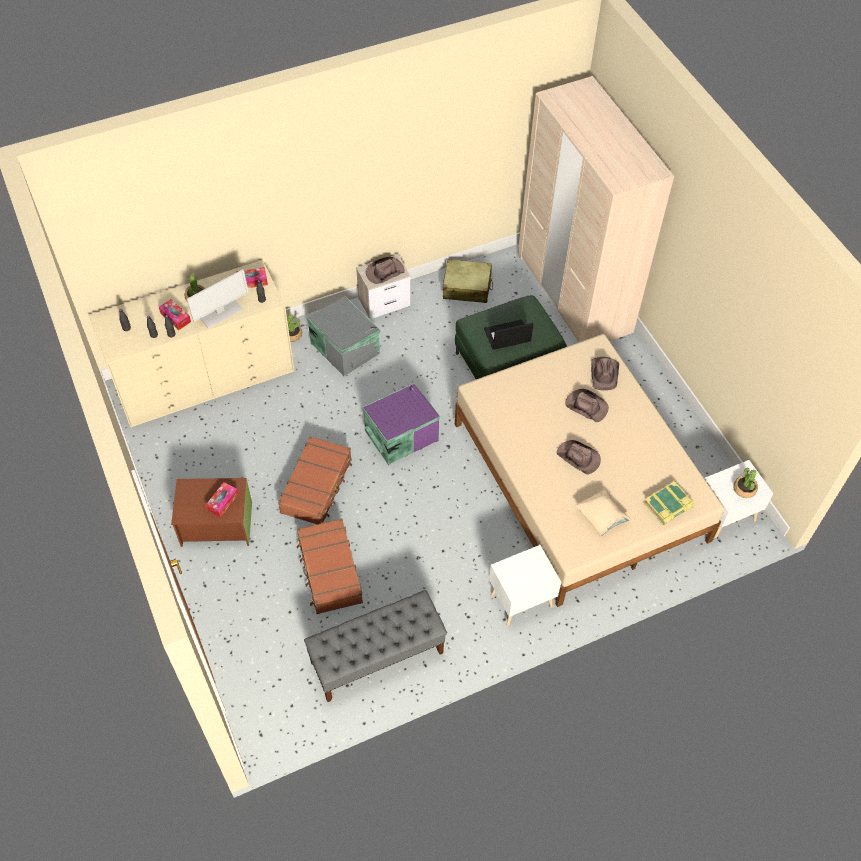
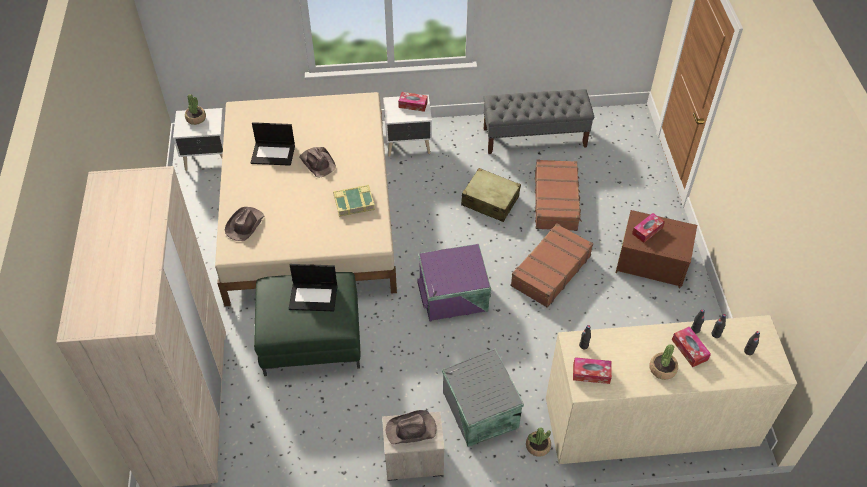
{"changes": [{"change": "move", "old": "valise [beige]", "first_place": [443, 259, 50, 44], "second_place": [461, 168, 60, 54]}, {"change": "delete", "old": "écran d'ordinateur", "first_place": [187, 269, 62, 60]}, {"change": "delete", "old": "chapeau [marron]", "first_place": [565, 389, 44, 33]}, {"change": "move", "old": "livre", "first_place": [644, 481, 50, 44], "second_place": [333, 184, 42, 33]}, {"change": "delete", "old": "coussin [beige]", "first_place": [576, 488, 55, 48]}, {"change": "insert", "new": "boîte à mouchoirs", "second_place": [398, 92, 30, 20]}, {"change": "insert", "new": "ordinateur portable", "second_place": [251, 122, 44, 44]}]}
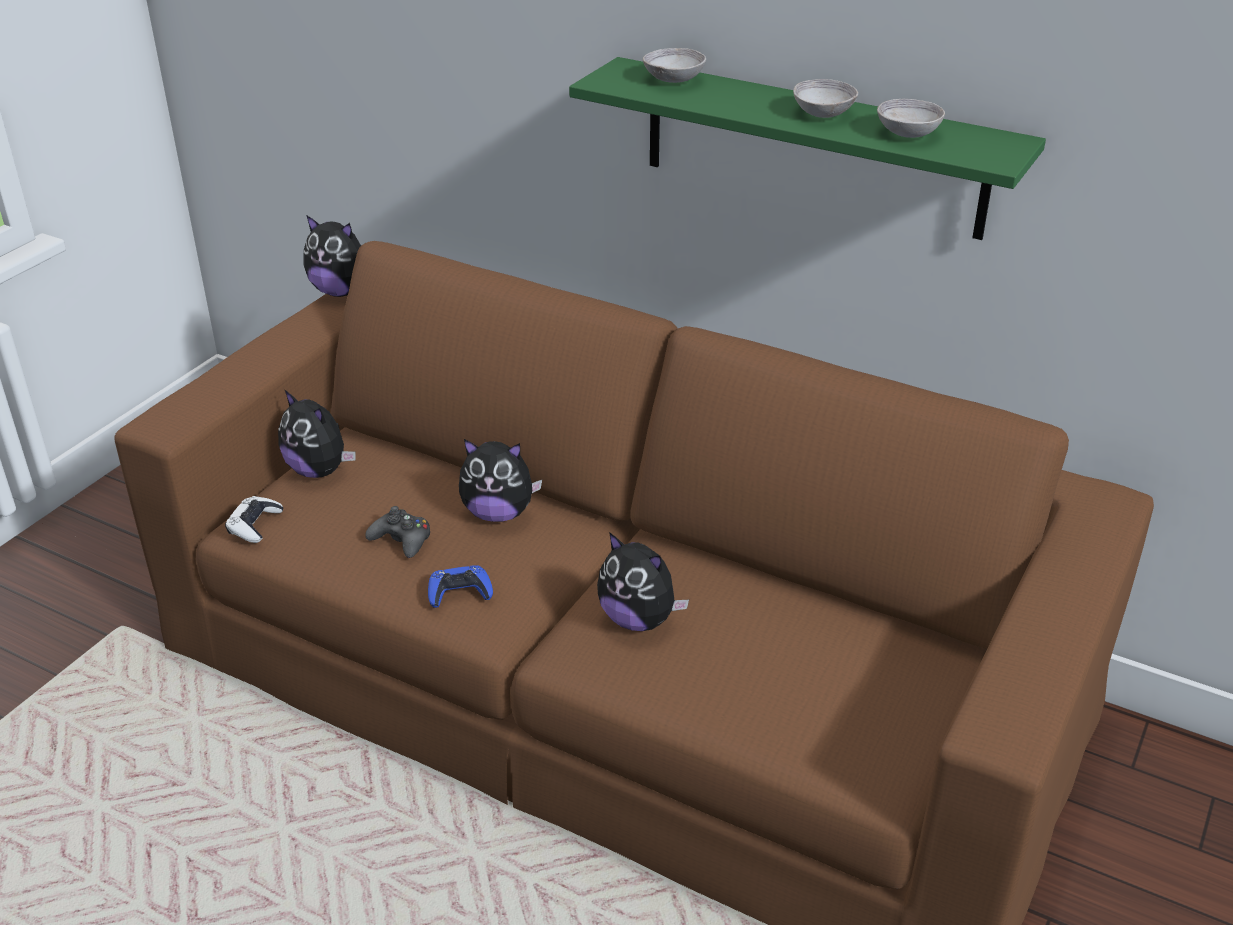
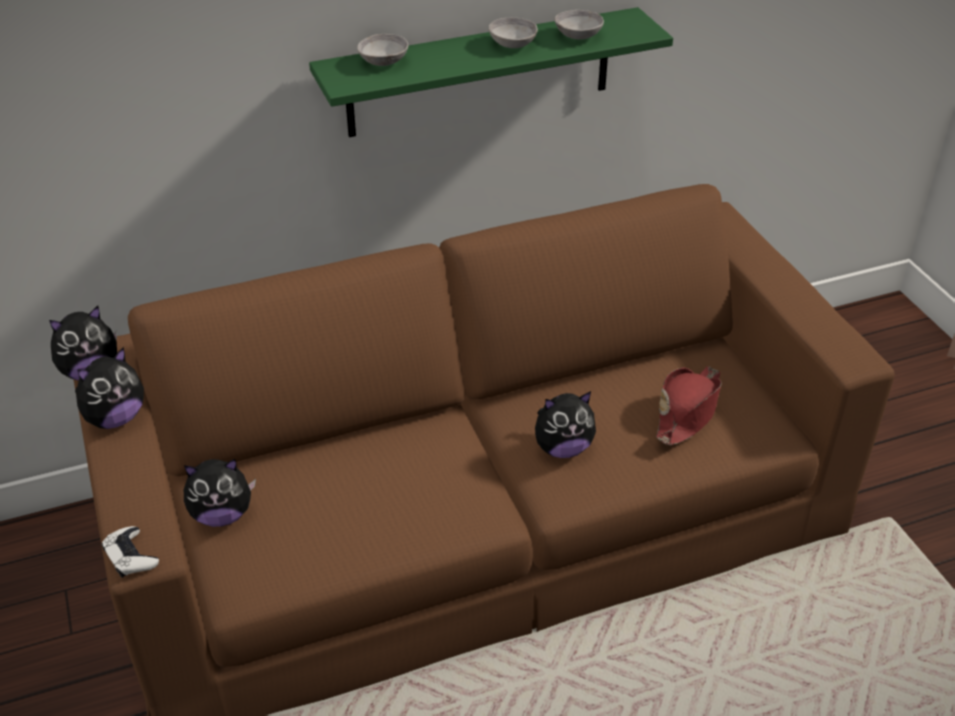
{"changes": [{"change": "move", "old": "peluche", "first_place": [459, 439, 83, 83], "second_place": [75, 347, 69, 82]}, {"change": "move", "old": "manette [blanc]", "first_place": [225, 496, 58, 47], "second_place": [102, 526, 57, 52]}, {"change": "delete", "old": "manette [noir]", "first_place": [365, 506, 65, 52]}, {"change": "delete", "old": "manette [bleu]", "first_place": [428, 565, 65, 43]}, {"change": "insert", "new": "chapeau [rouge]", "second_place": [656, 366, 66, 79]}]}
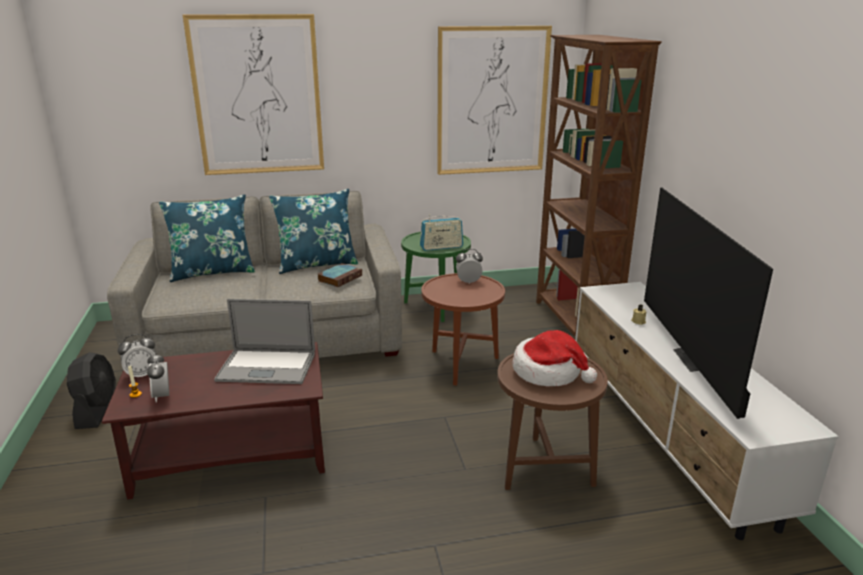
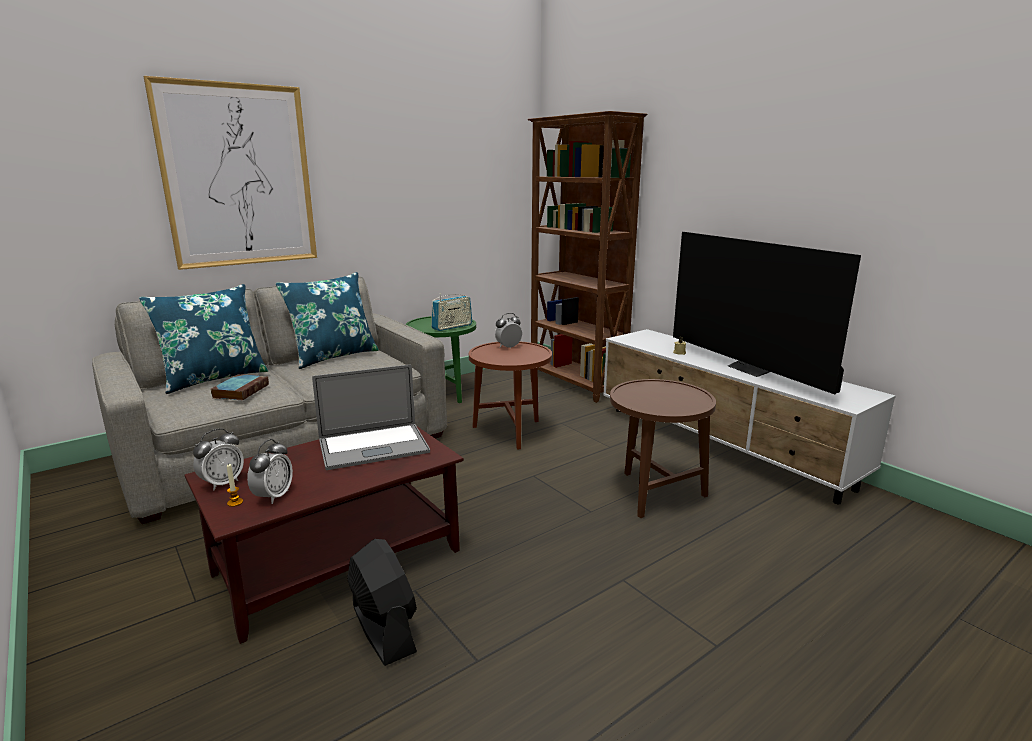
{"changes": [{"change": "delete", "old": "tableau", "first_place": [437, 26, 115, 149]}, {"change": "move", "old": "livre", "first_place": [318, 263, 44, 24], "second_place": [211, 374, 58, 26]}, {"change": "delete", "old": "chapeau", "first_place": [512, 330, 85, 57]}, {"change": "move", "old": "ventilateur [noir]", "first_place": [67, 352, 49, 77], "second_place": [347, 539, 70, 127]}, {"change": "rotate", "old": "réveil", "first_place": [147, 352, 22, 51], "second_place": [247, 439, 46, 65], "degrees": -120}]}
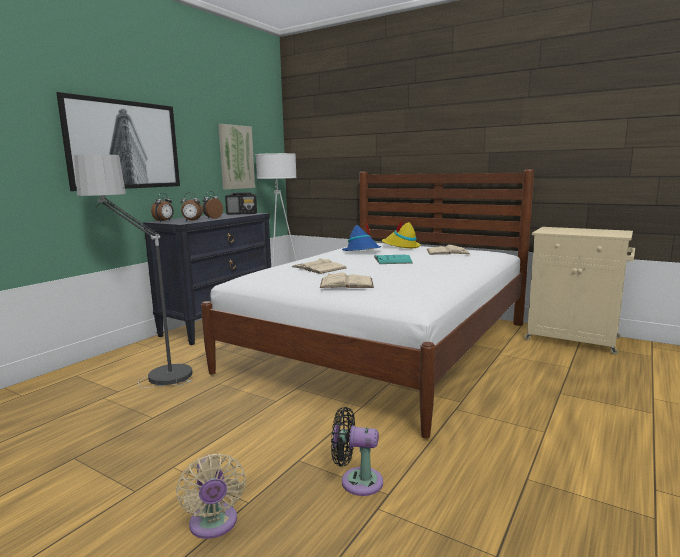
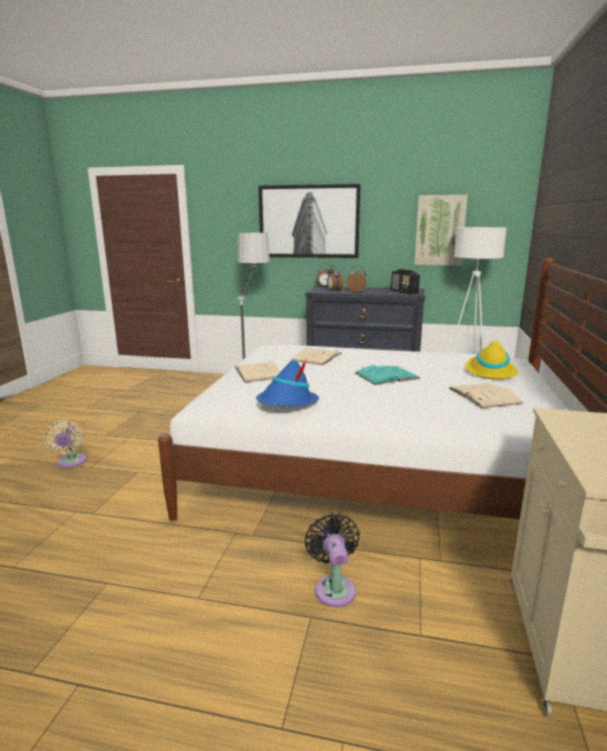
{"changes": [{"change": "move", "old": "chapeau [bleu]", "first_place": [342, 222, 39, 29], "second_place": [256, 358, 63, 49]}, {"change": "move", "old": "ventilateur [noir]", "first_place": [331, 407, 52, 89], "second_place": [305, 514, 55, 93]}, {"change": "rotate", "old": "ventilateur [beige]", "first_place": [176, 453, 70, 86], "second_place": [43, 420, 44, 48], "degrees": -60}]}
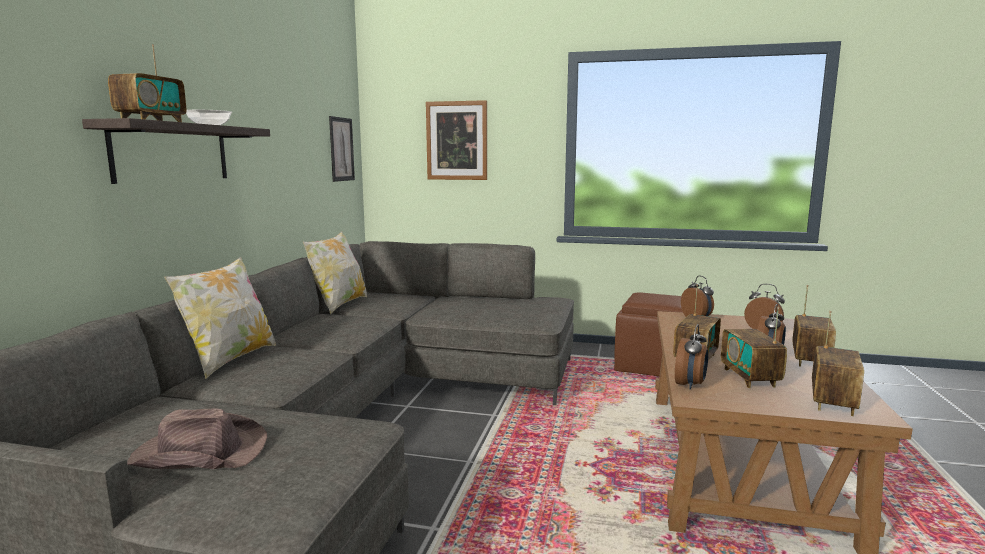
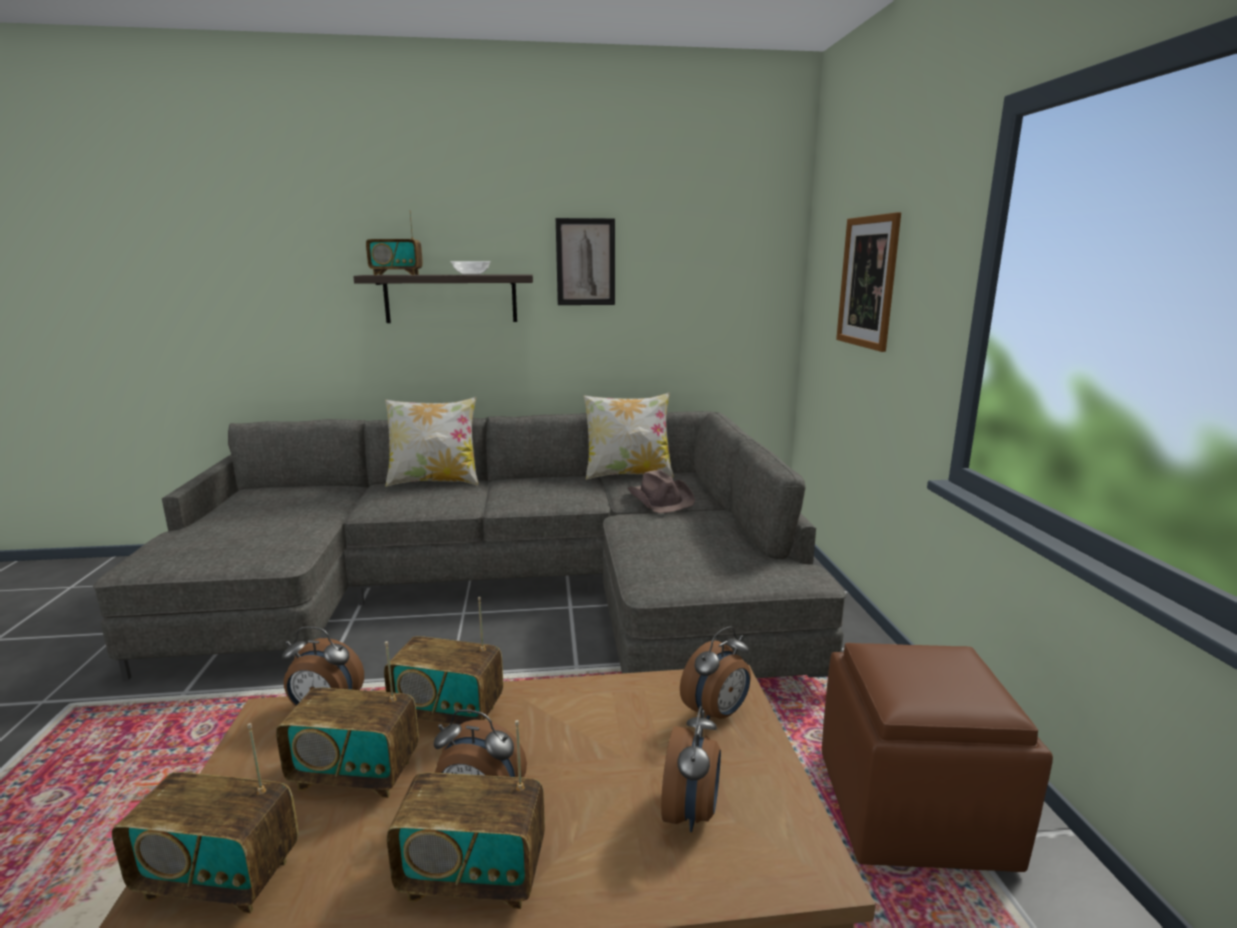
{"changes": [{"change": "move", "old": "tableau", "first_place": [329, 116, 26, 66], "second_place": [556, 218, 59, 87]}, {"change": "rotate", "old": "radio", "first_place": [721, 307, 66, 81], "second_place": [276, 641, 143, 157], "degrees": -150}, {"change": "move", "old": "chapeau [marron]", "first_place": [127, 408, 140, 61], "second_place": [627, 470, 68, 43]}]}
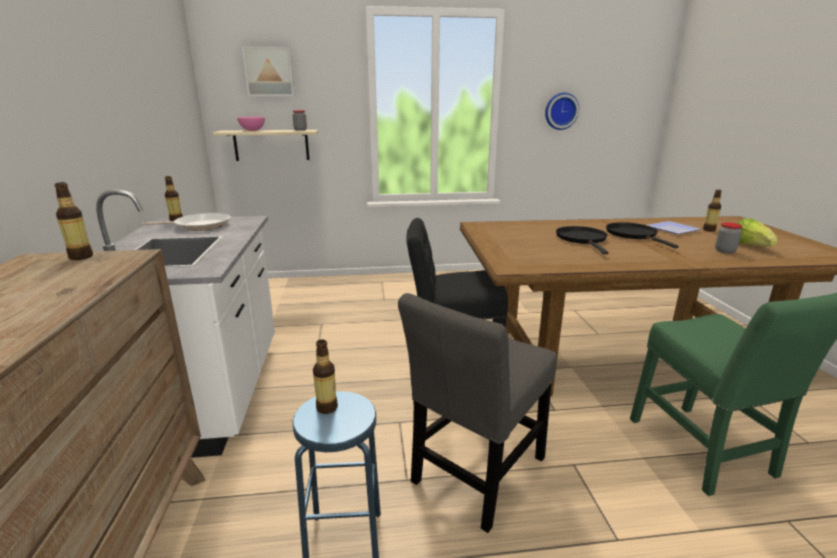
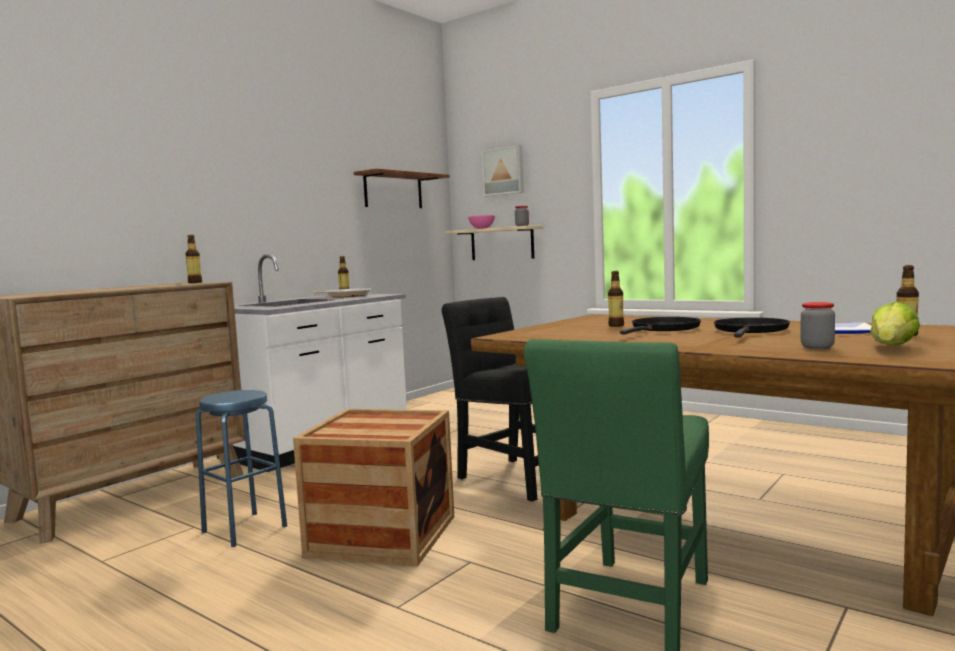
{"changes": [{"change": "delete", "old": "horloge murale", "first_place": [545, 93, 34, 37]}, {"change": "replace", "old": "chaise [gris]", "new": "caisse", "first_place": [398, 293, 159, 240], "second_place": [293, 409, 161, 157]}, {"change": "move", "old": "bouteille", "first_place": [313, 339, 25, 75], "second_place": [608, 271, 16, 56]}, {"change": "insert", "new": "étagère [marron]", "second_place": [354, 168, 96, 40]}]}
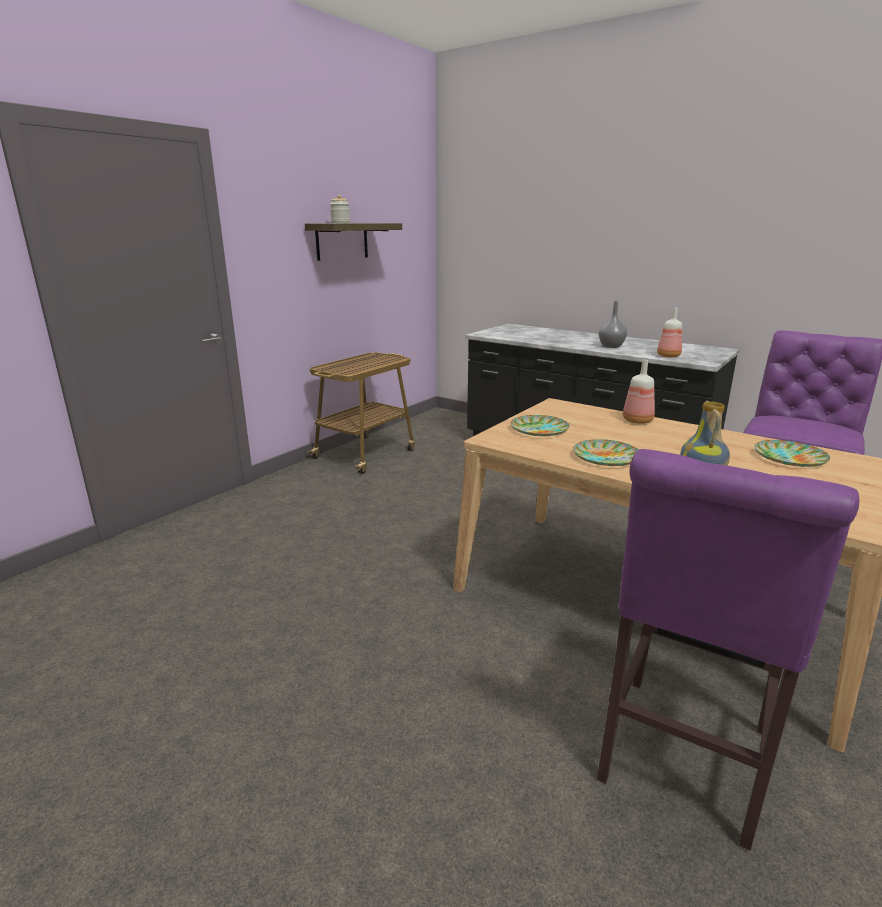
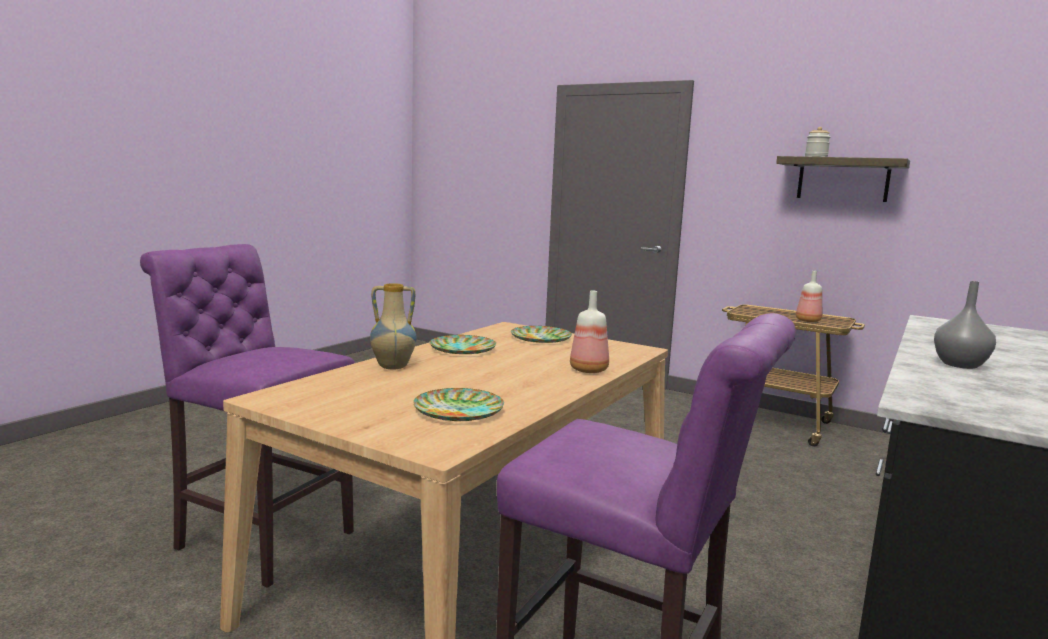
{"changes": [{"change": "move", "old": "bouteille", "first_place": [657, 308, 25, 49], "second_place": [796, 271, 26, 51]}]}
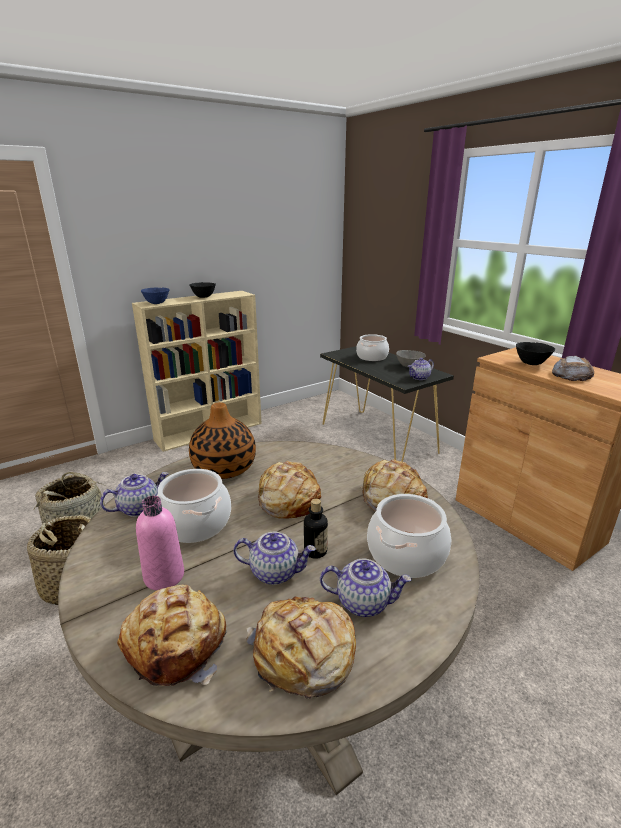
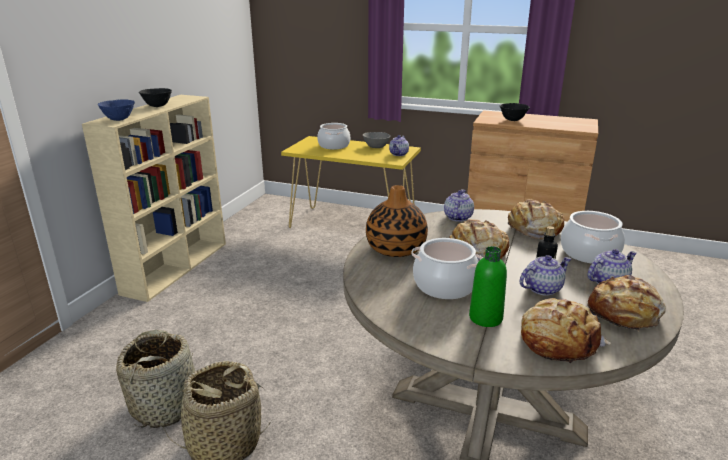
{"changes": [{"change": "recolor", "old": "table console [noir]", "new": "table console [jaune]", "first_place": [320, 346, 134, 116], "second_place": [281, 136, 140, 92]}, {"change": "delete", "old": "pain", "first_place": [552, 356, 42, 25]}, {"change": "move", "old": "théière", "first_place": [100, 472, 69, 45], "second_place": [444, 190, 30, 32]}, {"change": "recolor", "old": "bouteille [rose]", "new": "bouteille [vert]", "first_place": [136, 496, 48, 94], "second_place": [469, 246, 38, 81]}]}
